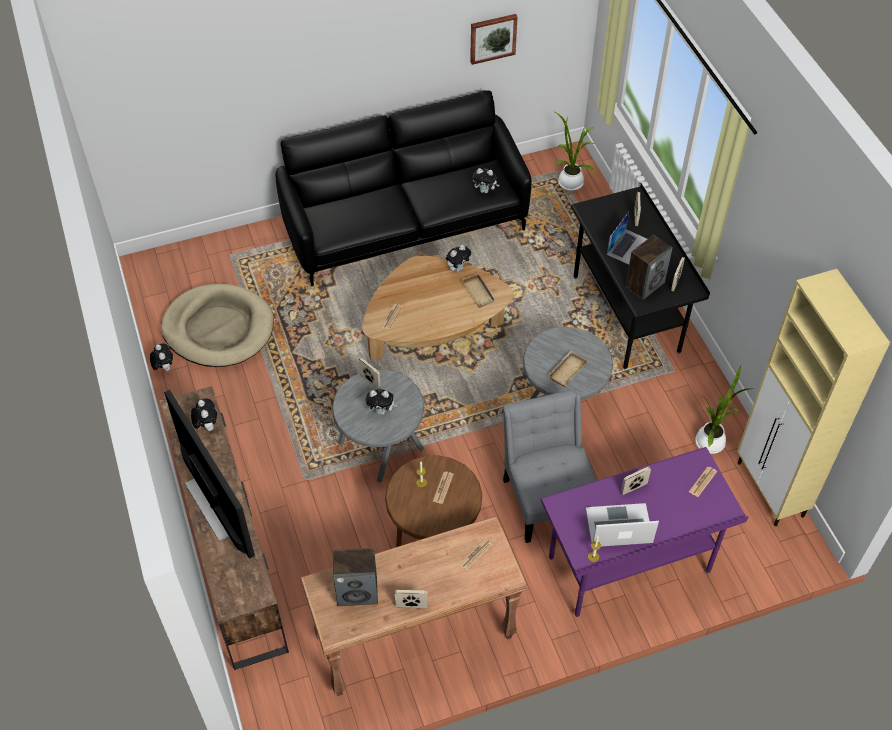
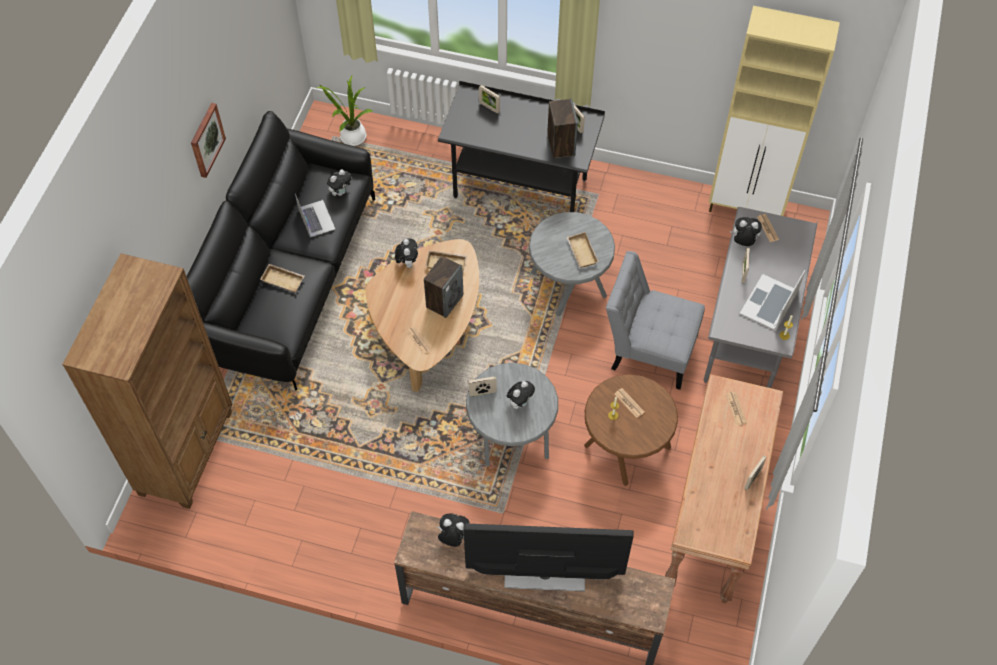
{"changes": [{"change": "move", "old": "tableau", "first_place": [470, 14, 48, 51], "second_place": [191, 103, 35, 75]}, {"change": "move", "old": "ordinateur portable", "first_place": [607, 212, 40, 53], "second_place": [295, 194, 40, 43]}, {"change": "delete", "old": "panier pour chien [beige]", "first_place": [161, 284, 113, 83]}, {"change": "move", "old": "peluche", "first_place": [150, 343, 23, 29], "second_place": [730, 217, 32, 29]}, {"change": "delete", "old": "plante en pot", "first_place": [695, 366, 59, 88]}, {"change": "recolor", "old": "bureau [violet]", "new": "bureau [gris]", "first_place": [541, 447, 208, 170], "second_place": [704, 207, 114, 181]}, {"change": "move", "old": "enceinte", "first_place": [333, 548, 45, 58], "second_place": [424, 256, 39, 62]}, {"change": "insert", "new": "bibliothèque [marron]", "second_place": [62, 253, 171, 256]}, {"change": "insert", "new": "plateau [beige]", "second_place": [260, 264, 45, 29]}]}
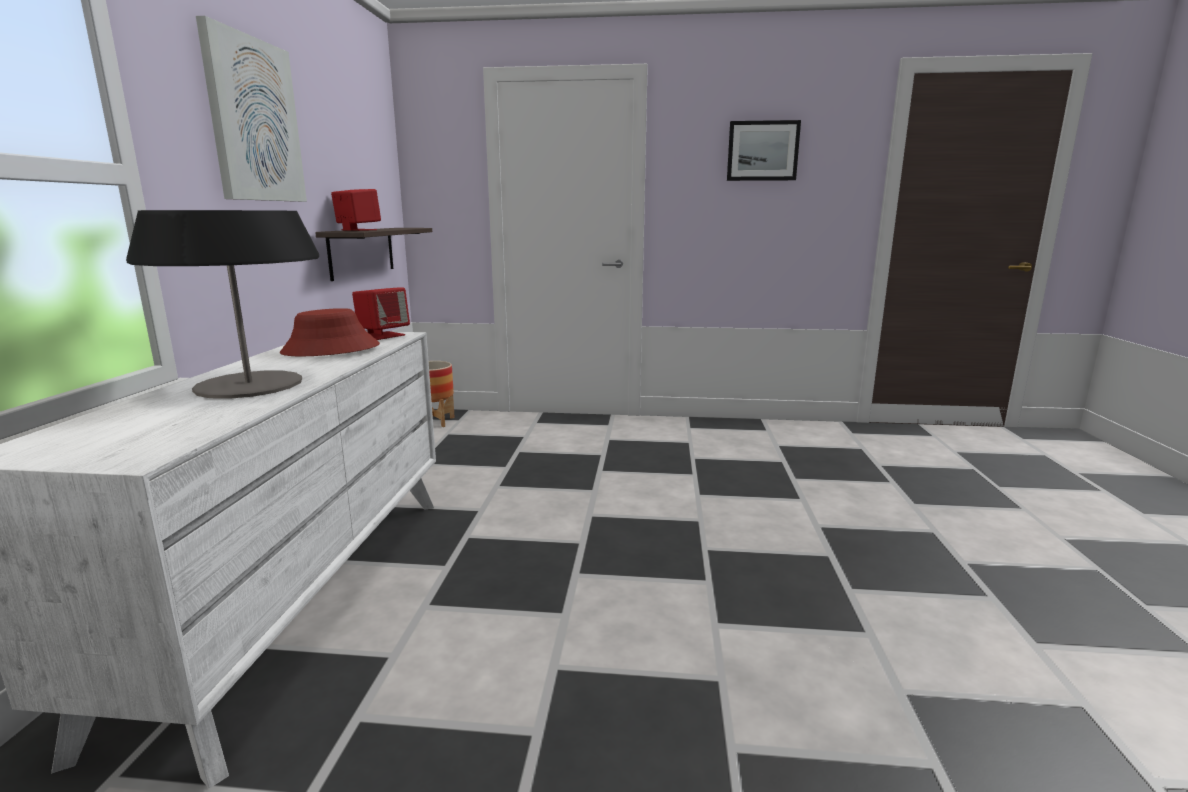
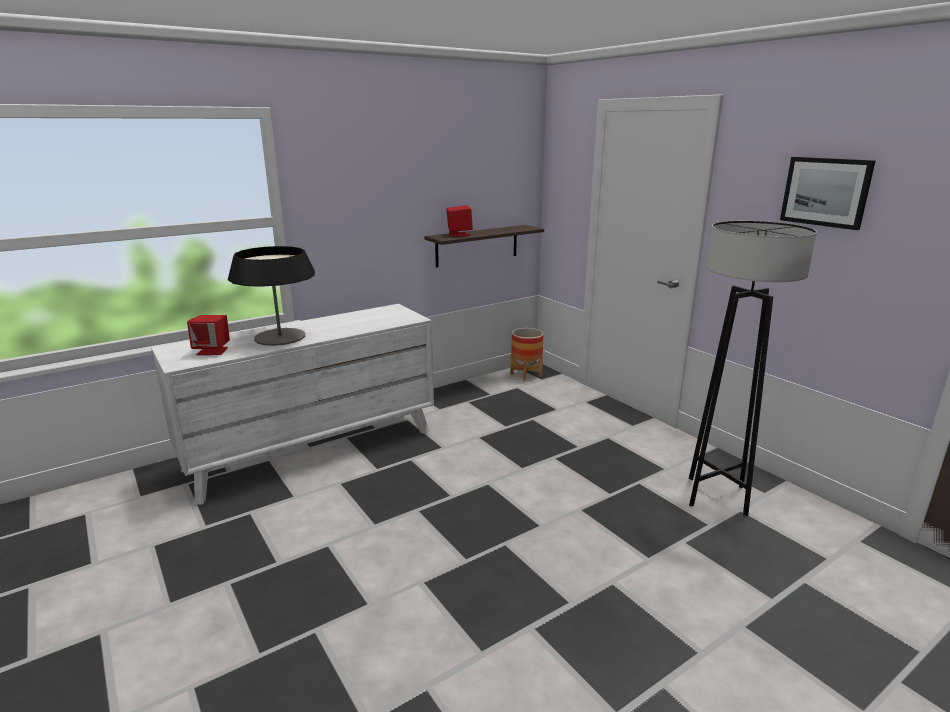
{"changes": [{"change": "delete", "old": "tableau", "first_place": [196, 16, 111, 186]}, {"change": "move", "old": "enceinte [rouge]", "first_place": [352, 287, 58, 53], "second_place": [187, 315, 43, 40]}, {"change": "delete", "old": "chapeau [rouge]", "first_place": [280, 308, 100, 48]}, {"change": "insert", "new": "lampadaire [gris]", "second_place": [689, 221, 128, 295]}]}
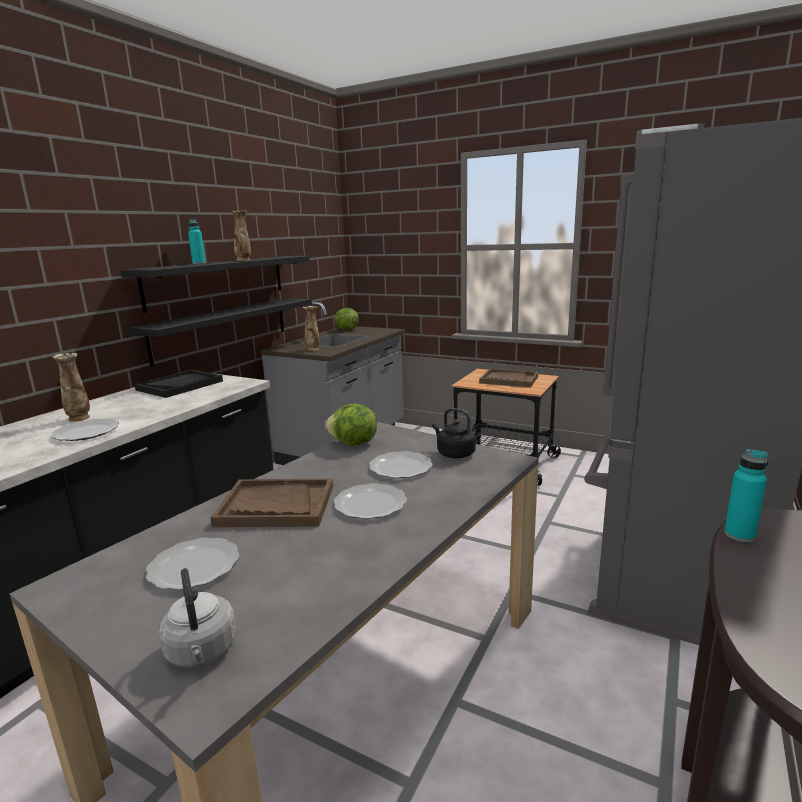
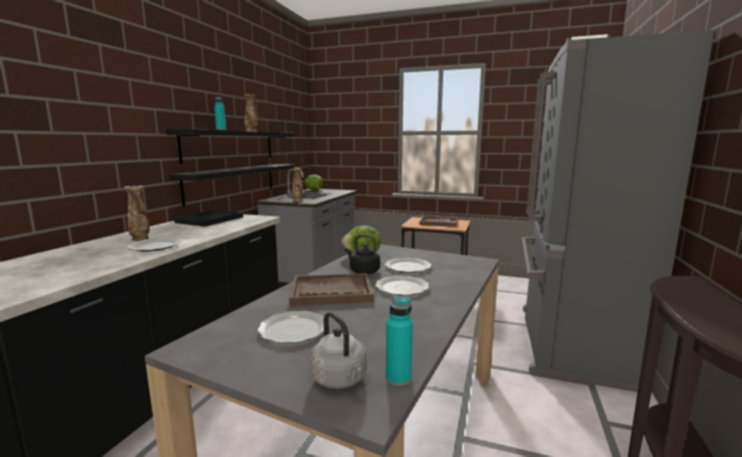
{"changes": [{"change": "move", "old": "bouilloire [noir]", "first_place": [432, 408, 44, 50], "second_place": [345, 235, 35, 39]}, {"change": "move", "old": "bouteille [turquoise]", "first_place": [724, 449, 45, 93], "second_place": [386, 296, 27, 90]}]}
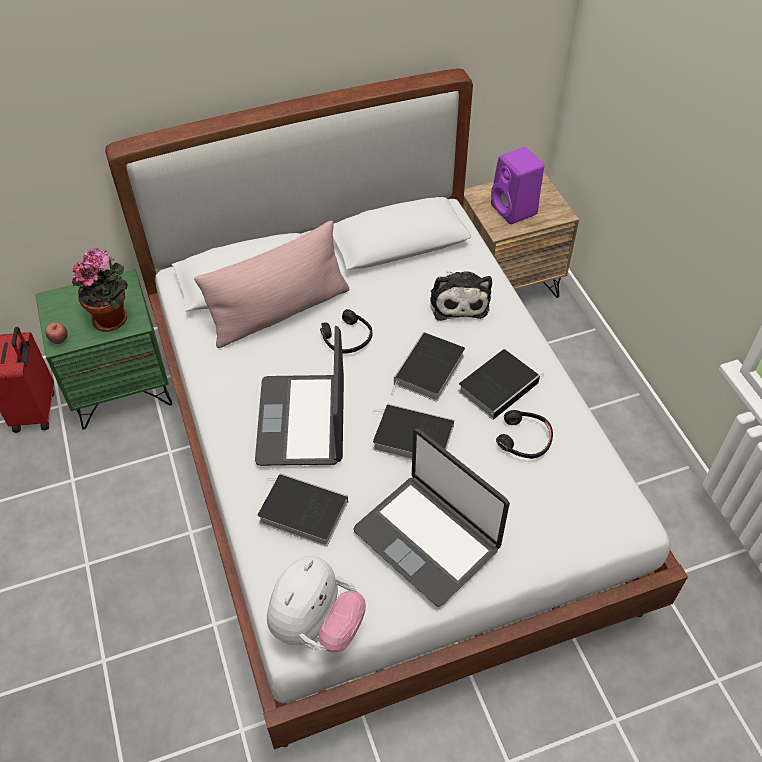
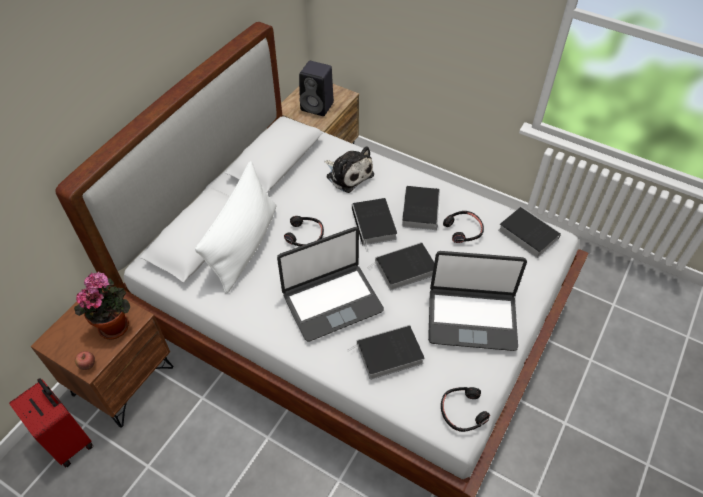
{"changes": [{"change": "recolor", "old": "enceinte [violet]", "new": "enceinte [noir]", "first_place": [491, 147, 53, 77], "second_place": [299, 61, 35, 55]}, {"change": "recolor", "old": "coussin [rose]", "new": "coussin [blanc]", "first_place": [194, 220, 155, 128], "second_place": [195, 161, 82, 133]}, {"change": "recolor", "old": "table de chevet [vert]", "new": "table de chevet [marron]", "first_place": [35, 270, 137, 159], "second_place": [31, 288, 143, 140]}, {"change": "rotate", "old": "ordinateur portable", "first_place": [255, 326, 89, 140], "second_place": [277, 227, 107, 115], "degrees": -75}, {"change": "replace", "old": "peluche", "new": "casque audio [noir]", "first_place": [267, 556, 99, 96], "second_place": [441, 387, 49, 45]}, {"change": "insert", "new": "livre", "second_place": [498, 207, 63, 51]}]}
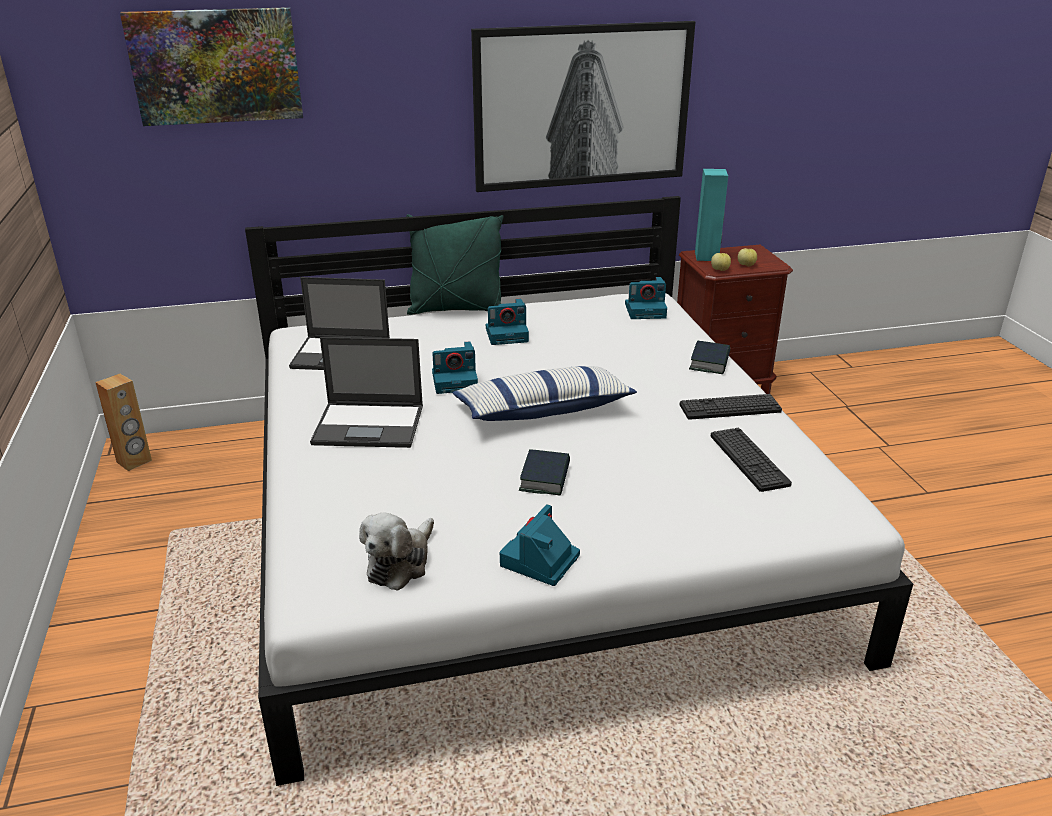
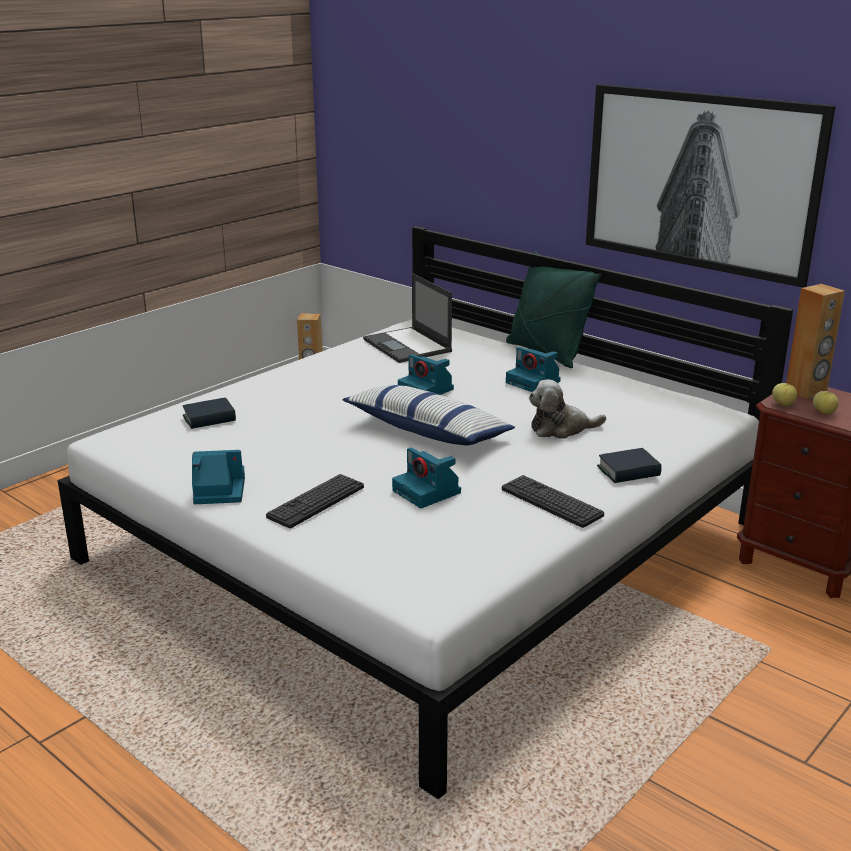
{"changes": [{"change": "delete", "old": "tableau", "first_place": [120, 7, 183, 119]}, {"change": "recolor", "old": "enceinte [turquoise]", "new": "enceinte [marron]", "first_place": [695, 169, 33, 92], "second_place": [786, 284, 59, 115]}, {"change": "move", "old": "appareil photo", "first_place": [625, 277, 42, 42], "second_place": [392, 447, 69, 61]}, {"change": "delete", "old": "ordinateur portable", "first_place": [310, 337, 113, 111]}, {"change": "move", "old": "clavier", "first_place": [710, 428, 82, 64], "second_place": [266, 474, 98, 54]}, {"change": "move", "old": "livre", "first_place": [519, 449, 51, 46], "second_place": [183, 397, 53, 32]}, {"change": "move", "old": "peluche", "first_place": [359, 513, 75, 78], "second_place": [529, 379, 77, 60]}]}
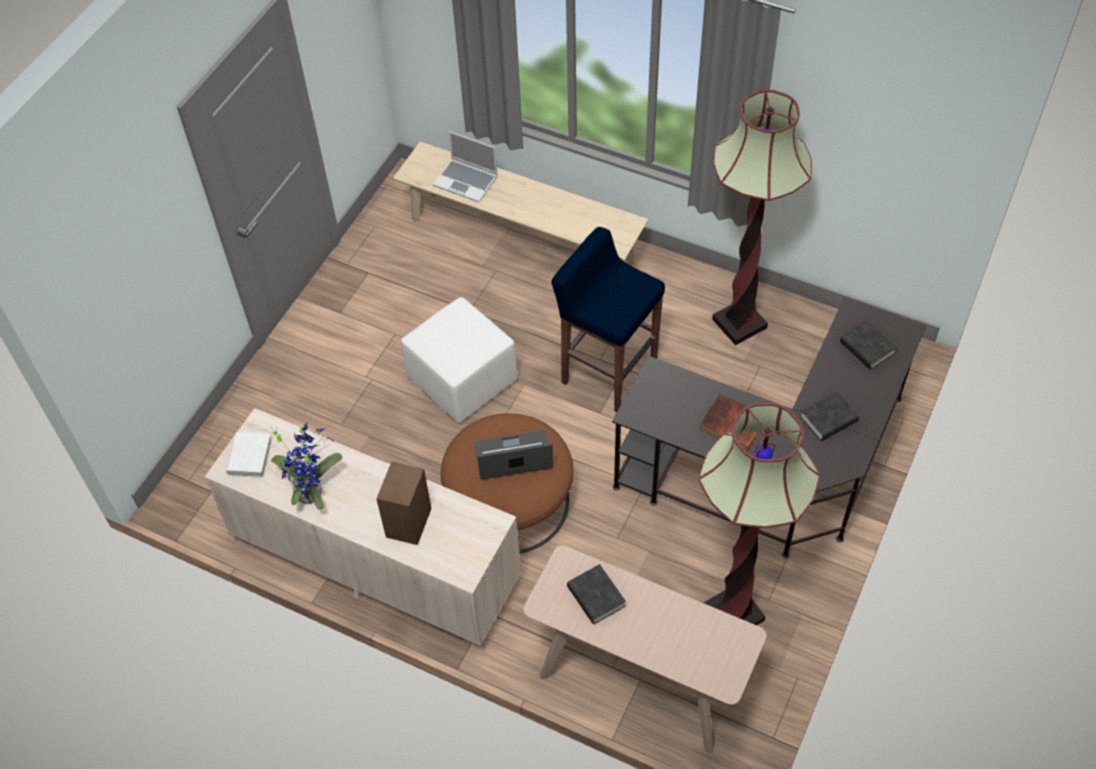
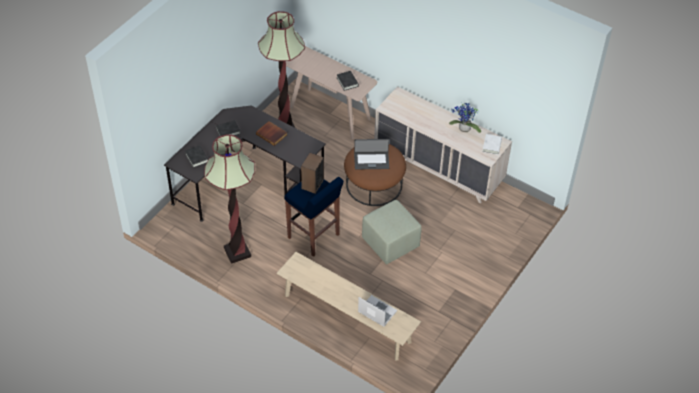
{"changes": [{"change": "recolor", "old": "pouf [blanc]", "new": "pouf [vert]", "first_place": [401, 297, 117, 126], "second_place": [362, 200, 60, 64]}, {"change": "move", "old": "enceinte", "first_place": [376, 461, 56, 84], "second_place": [301, 153, 23, 41]}]}
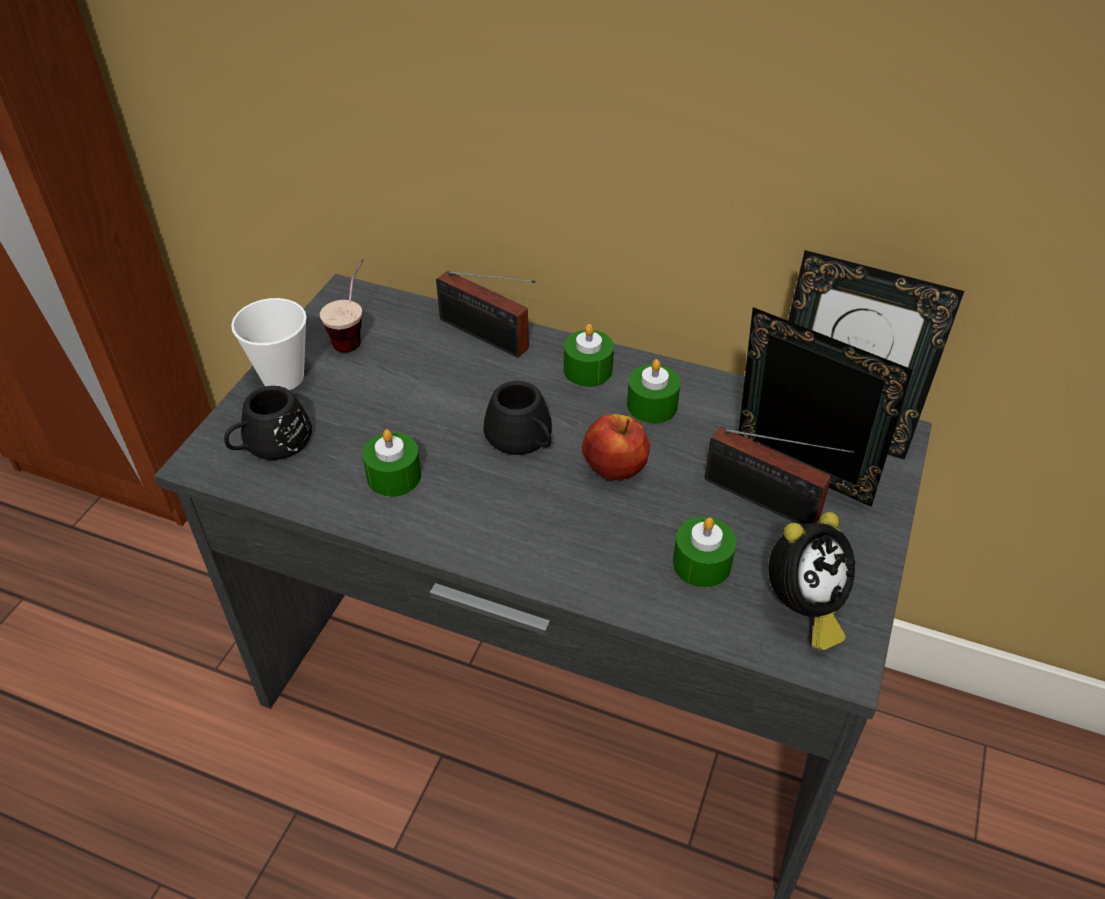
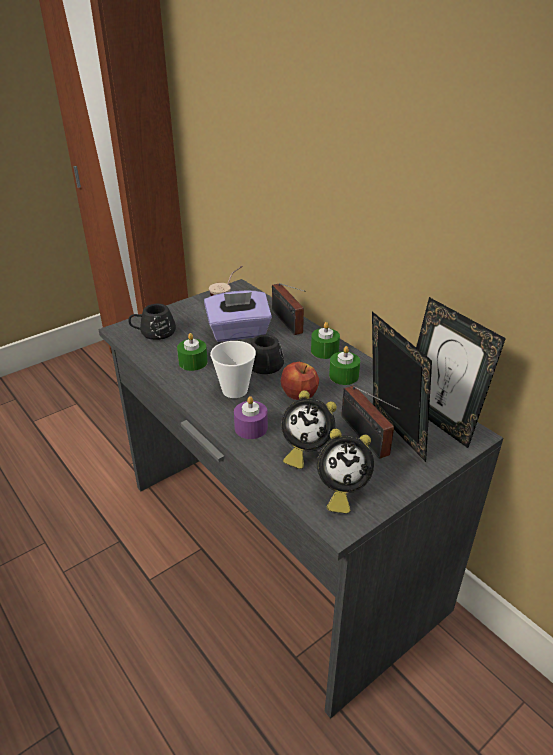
{"changes": [{"change": "move", "old": "tasse", "first_place": [231, 298, 76, 92], "second_place": [210, 341, 46, 57]}, {"change": "replace", "old": "bougie [vert]", "new": "réveil", "first_place": [673, 517, 63, 71], "second_place": [281, 390, 56, 79]}, {"change": "insert", "new": "boîte à mouchoirs [violet]", "second_place": [204, 291, 68, 50]}, {"change": "insert", "new": "bougie [violet]", "second_place": [234, 396, 34, 43]}]}
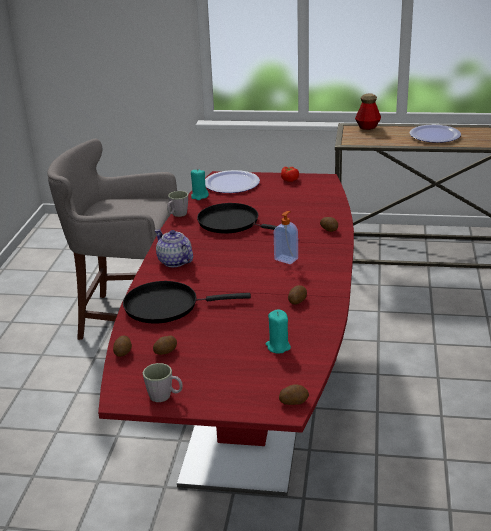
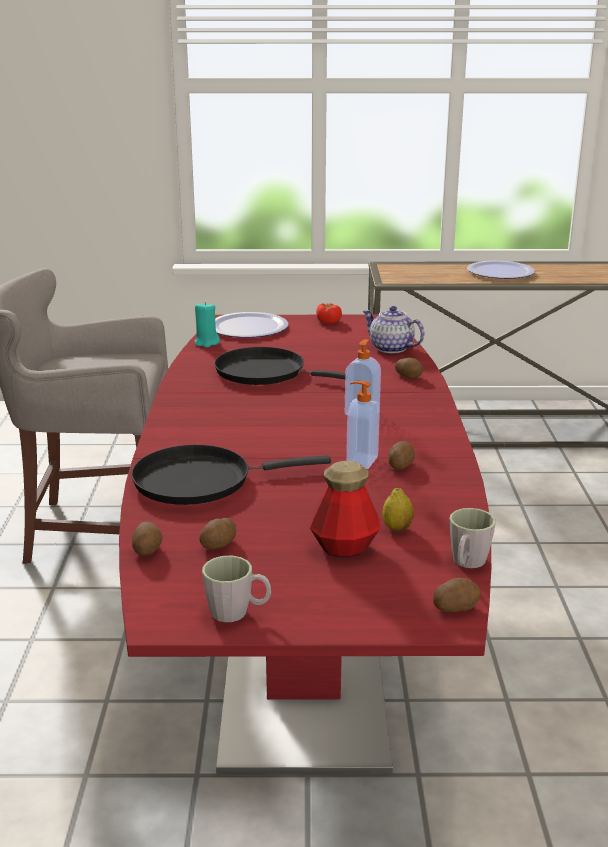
{"changes": [{"change": "move", "old": "bouteille", "first_place": [355, 94, 26, 36], "second_place": [310, 461, 70, 96]}, {"change": "move", "old": "mug [gris]", "first_place": [167, 191, 21, 26], "second_place": [450, 508, 46, 60]}, {"change": "move", "old": "théière", "first_place": [155, 229, 38, 38], "second_place": [362, 306, 63, 47]}, {"change": "replace", "old": "bougie [turquoise]", "new": "citron", "first_place": [265, 309, 26, 44], "second_place": [382, 488, 32, 44]}, {"change": "insert", "new": "distributeur de savon", "second_place": [346, 381, 34, 88]}]}
